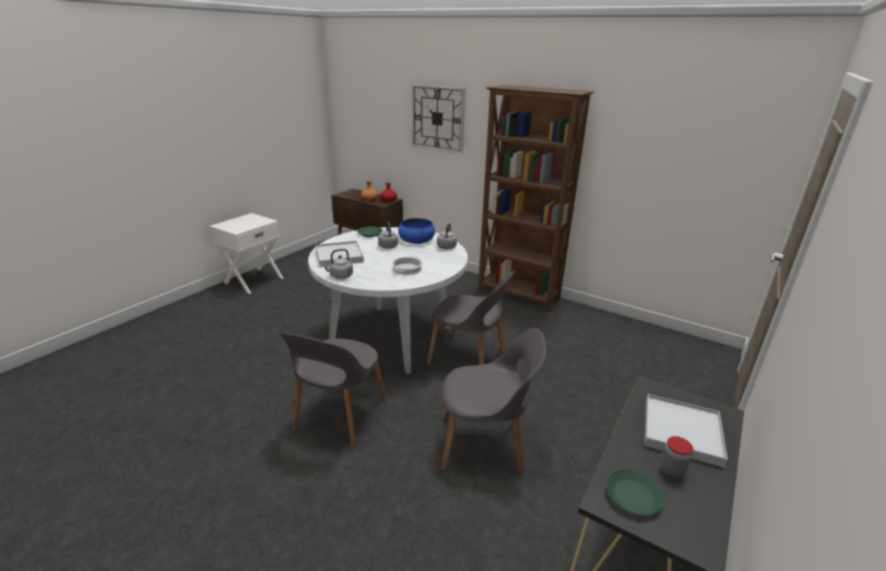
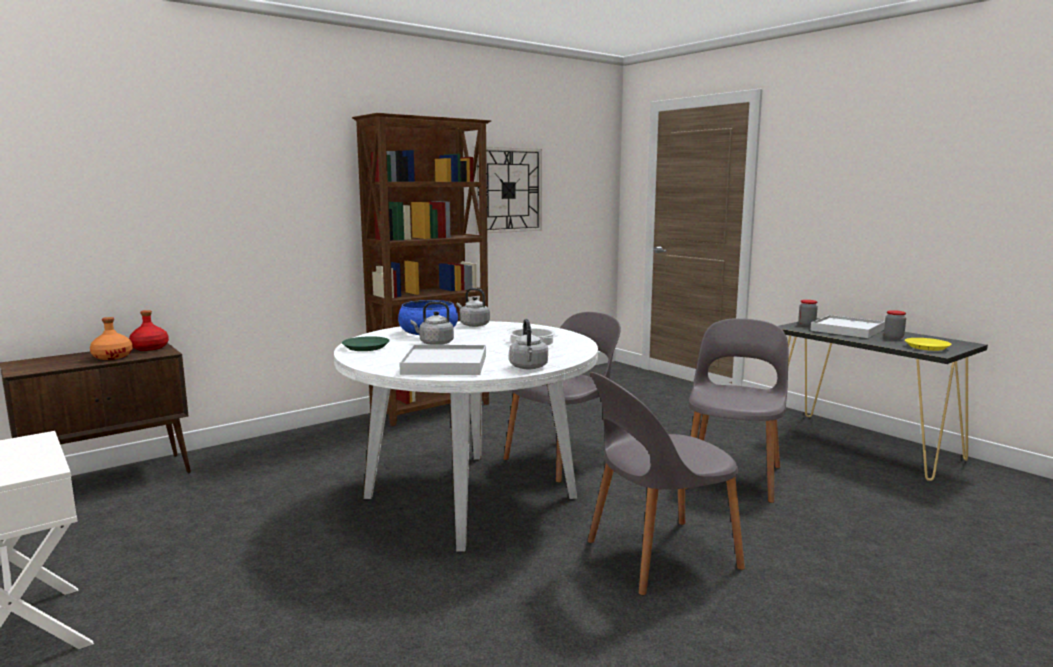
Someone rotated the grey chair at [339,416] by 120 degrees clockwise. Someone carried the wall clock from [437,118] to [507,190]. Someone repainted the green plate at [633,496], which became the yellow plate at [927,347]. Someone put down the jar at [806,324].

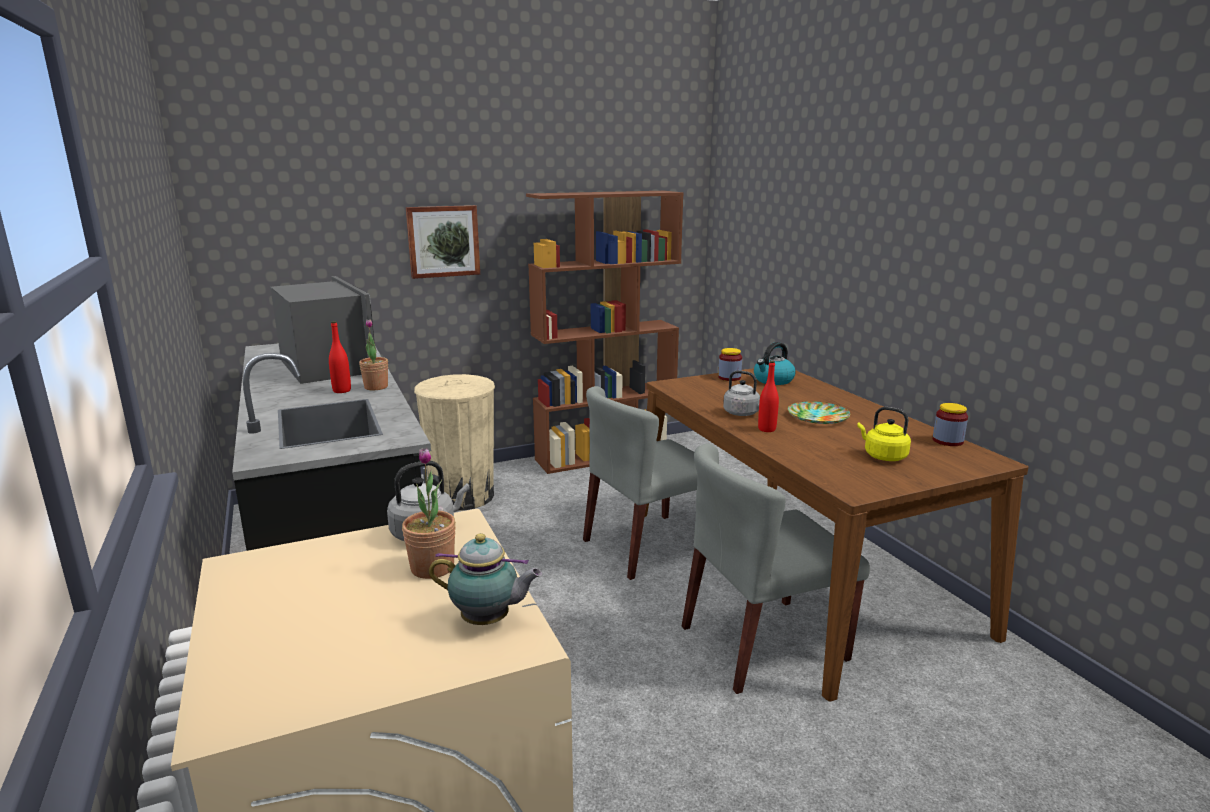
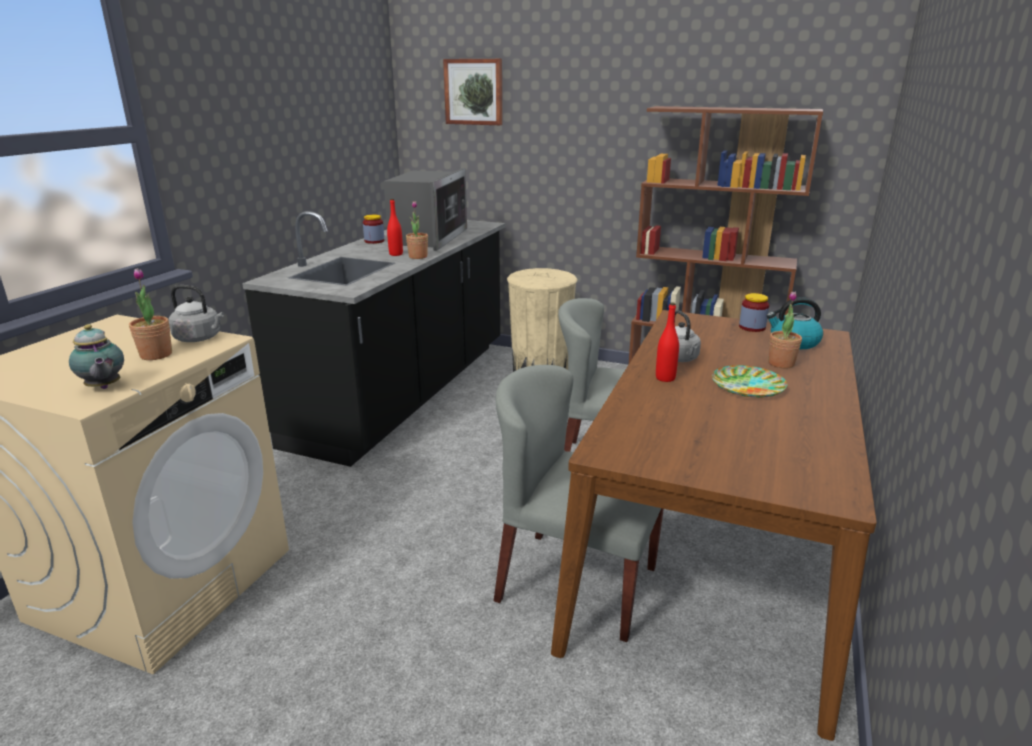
Someone carried the picture from [443,241] to [474,92]. Someone took away the yellow kettle at [883,456]. Someone carried the jar from [947,441] to [374,241]. Someone put down the potted plant at [781,364].

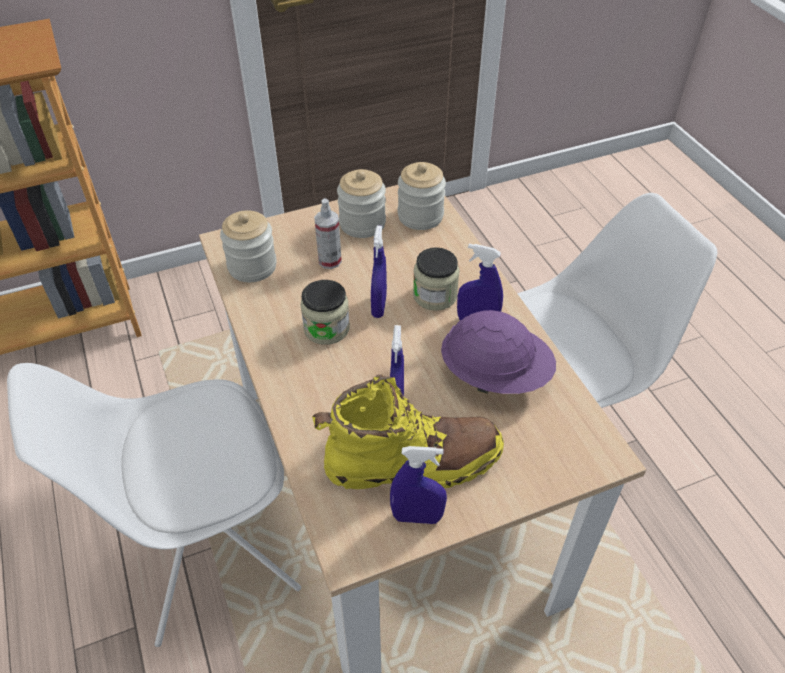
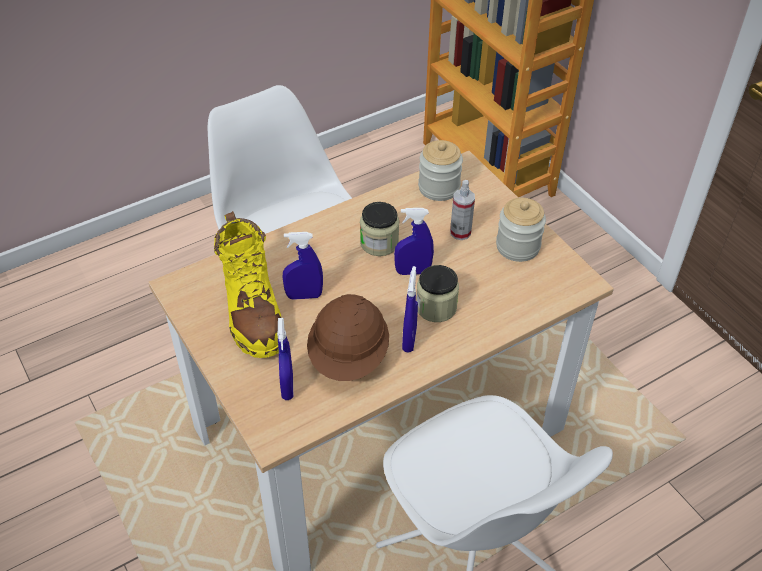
Someone carried the blue spray bottle from [417,517] to [287,386]. Someone took away the jar at [420,216]. Someone repainted the purple hard hat at [495,374], which became the brown hard hat at [349,356].

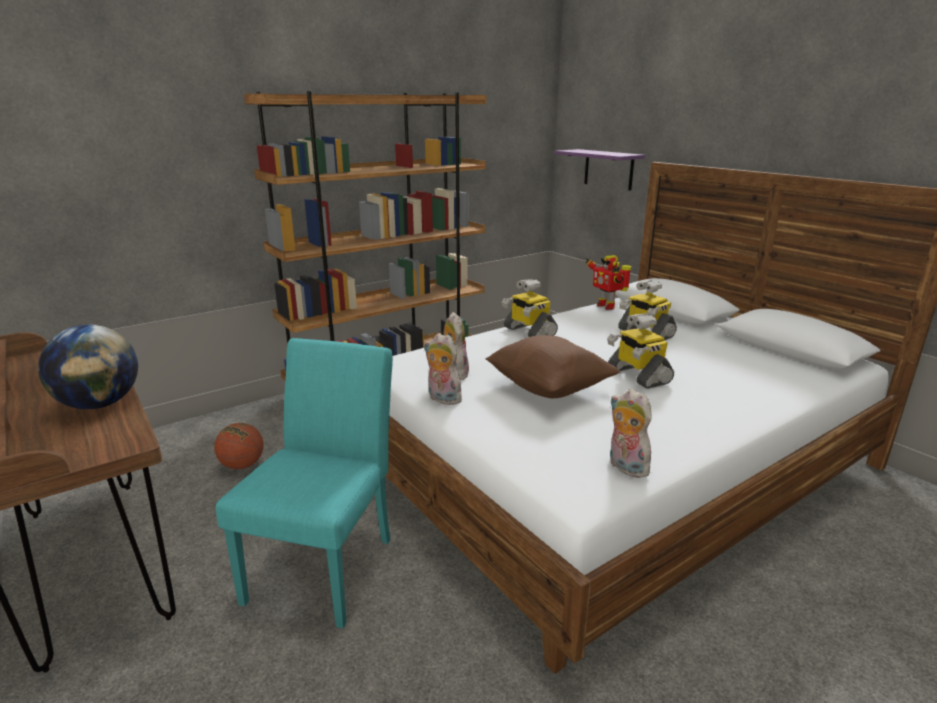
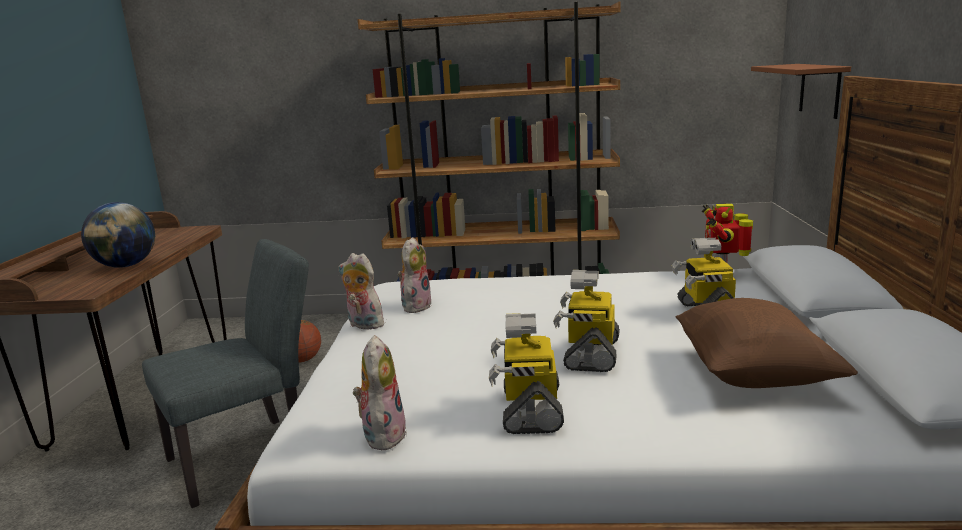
Someone repainted the turquoise chair at [327,562], which became the grey chair at [251,455]. Someone rotated the plush toy at [442,399] by 45 degrees counterclockwise. Someone carried the brown pillow from [549,388] to [752,375]. Someone carried the toy robot from [528,331] to [530,409]. Someone repainted the purple shelf at [608,169], which became the brown shelf at [820,90].

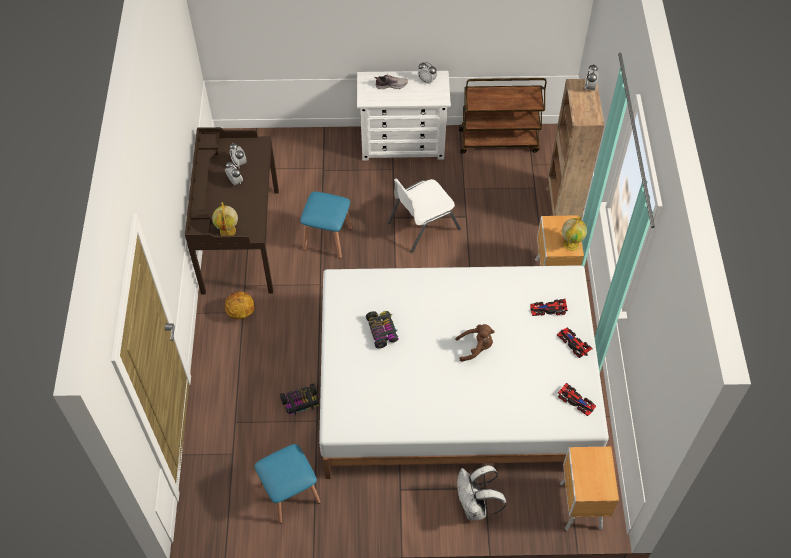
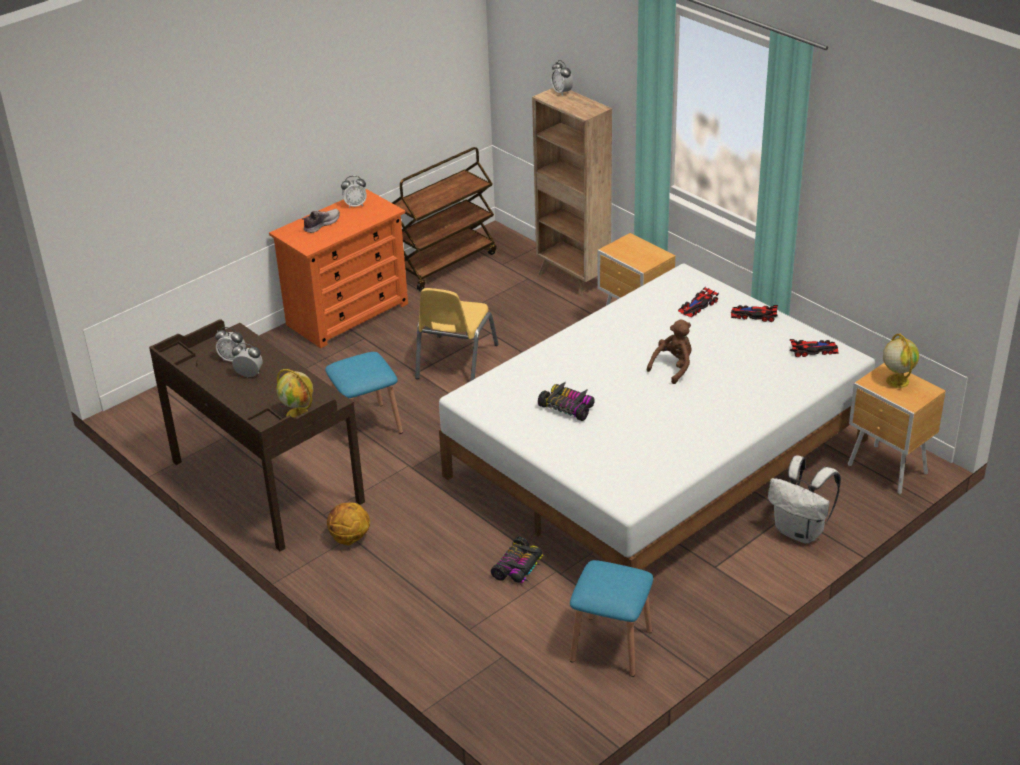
Someone repainted the white dresser at [403,143], which became the orange dresser at [348,314]. Someone repainted the white chair at [423,225], which became the yellow chair at [455,362]. Someone carried the globe from [571,243] to [897,381].

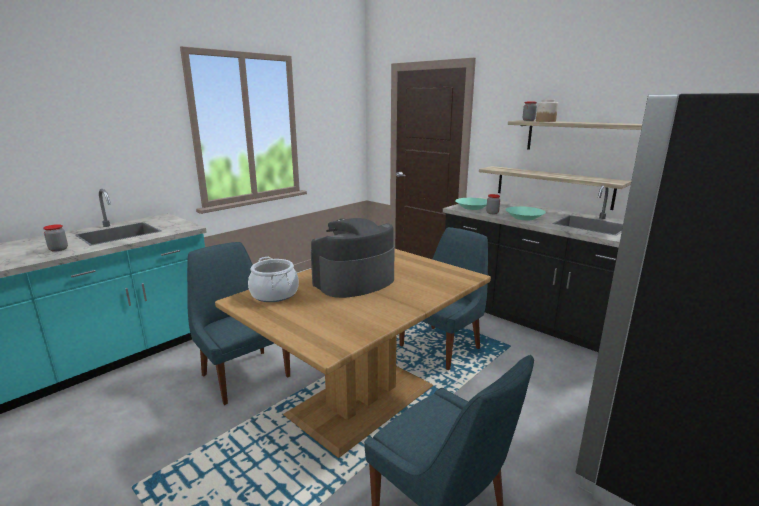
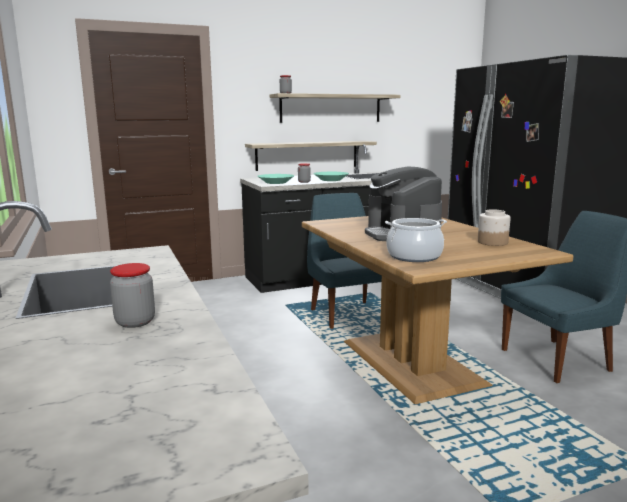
Someone took away the blue chair at [244,374]. Someone carried the jar from [545,121] to [492,242].

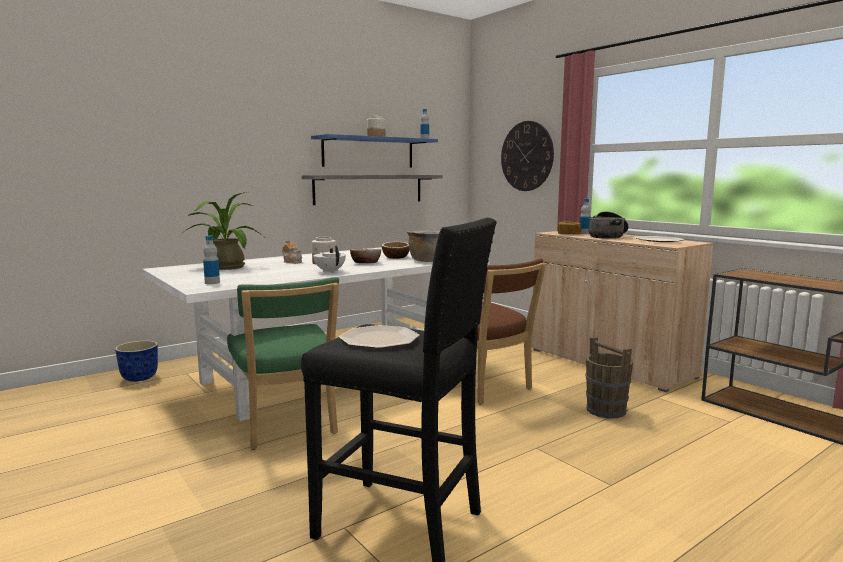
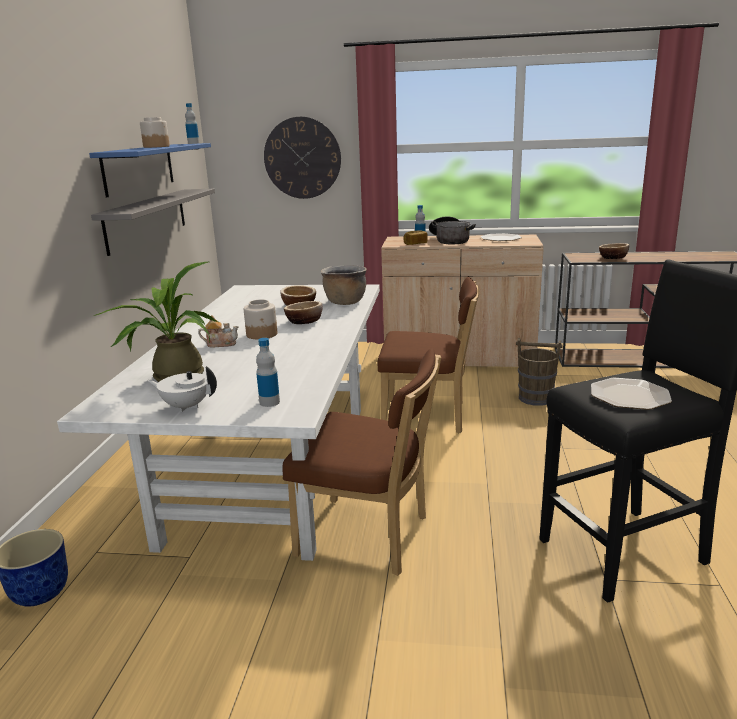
Someone repainted the green chair at [286,426], which became the brown chair at [369,537]. Someone carried the white teapot from [330,271] to [186,406]. Someone put down the bowl at [613,258].

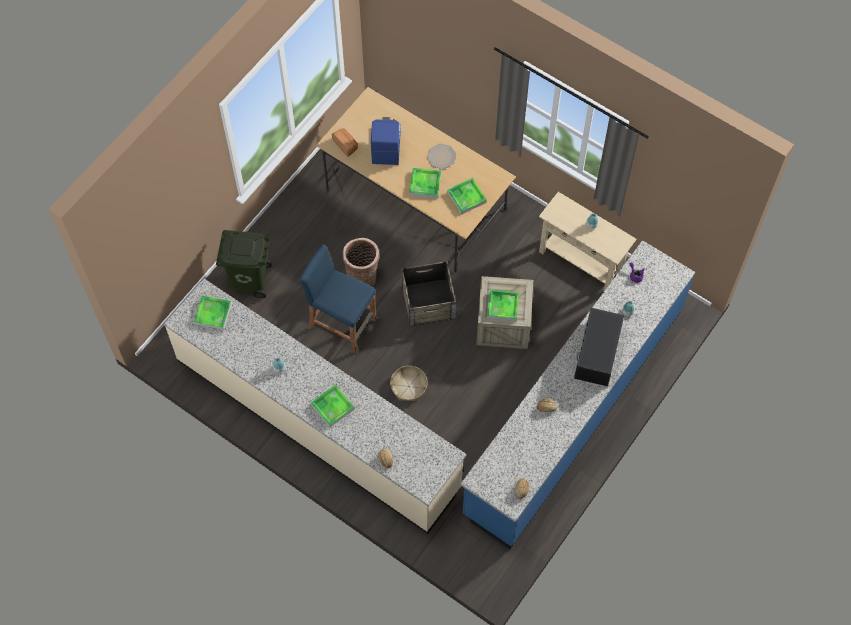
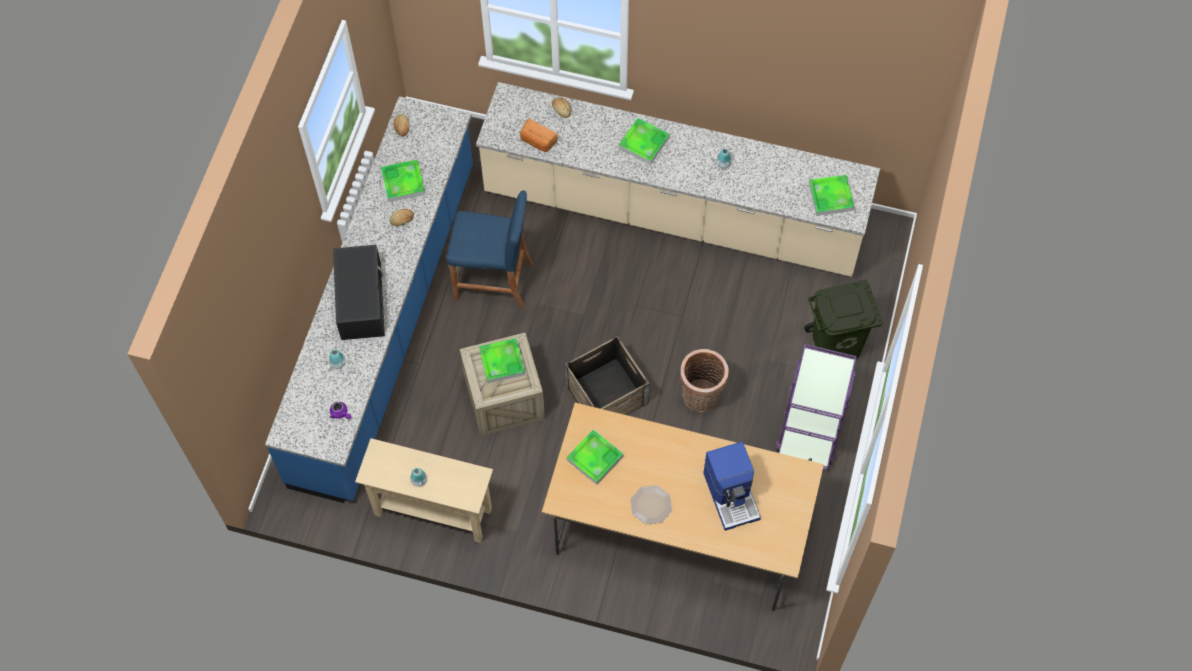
Someone carried the blue stool from [342,324] to [493,281]. Someone carried the bread from [346,145] to [537,141]. Someone took away the basket at [408,386]. Someone carried the tray from [425,184] to [403,182]. Someone put down the purple cart at [811,426].

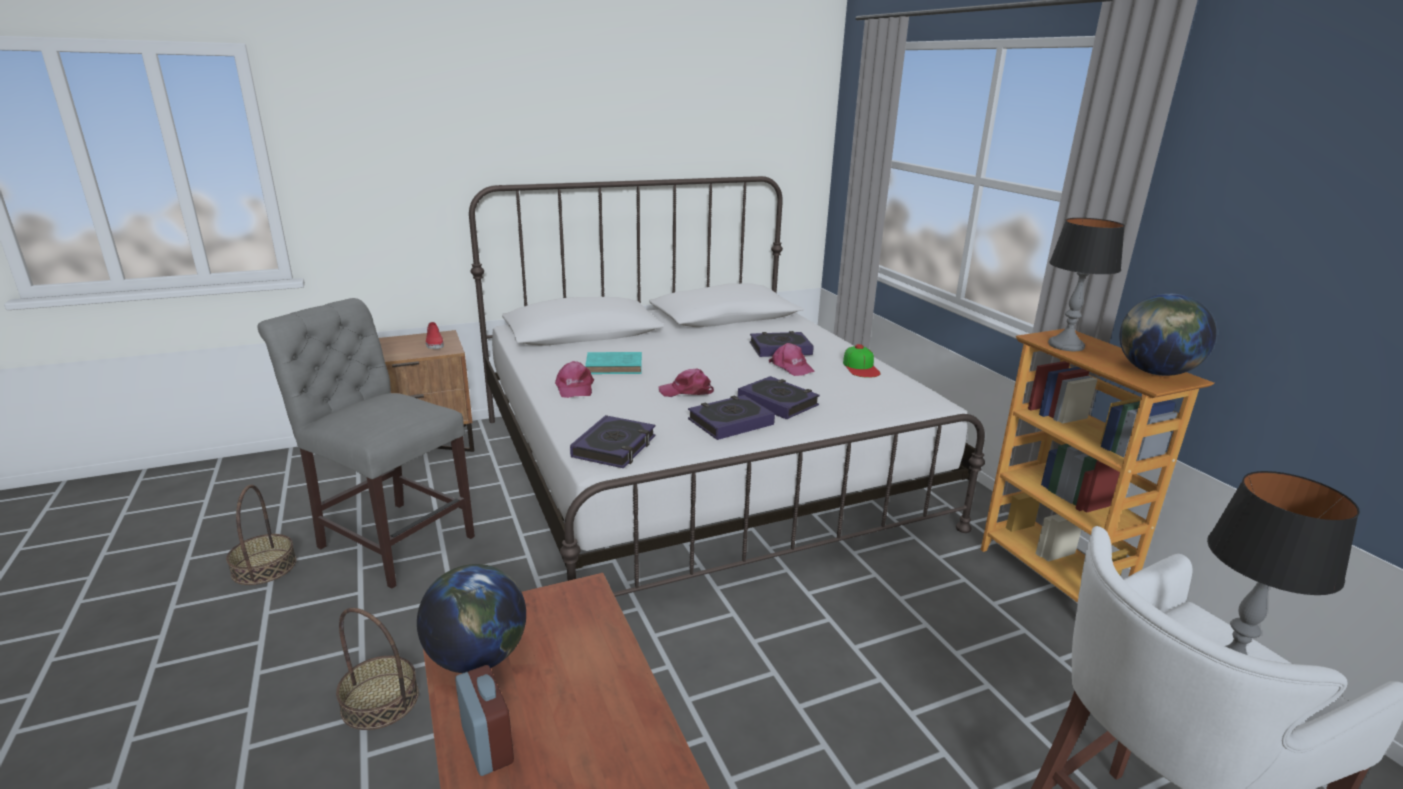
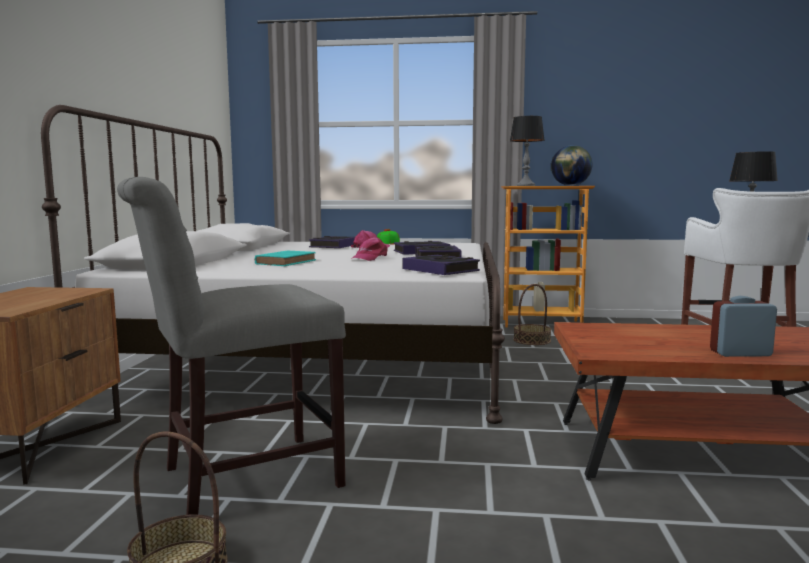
Someone carried the basket from [380,701] to [532,340]. Someone took away the globe at [478,657]. Someone took away the red shoe at [434,342]. Someone took away the pink cap at [574,388].

